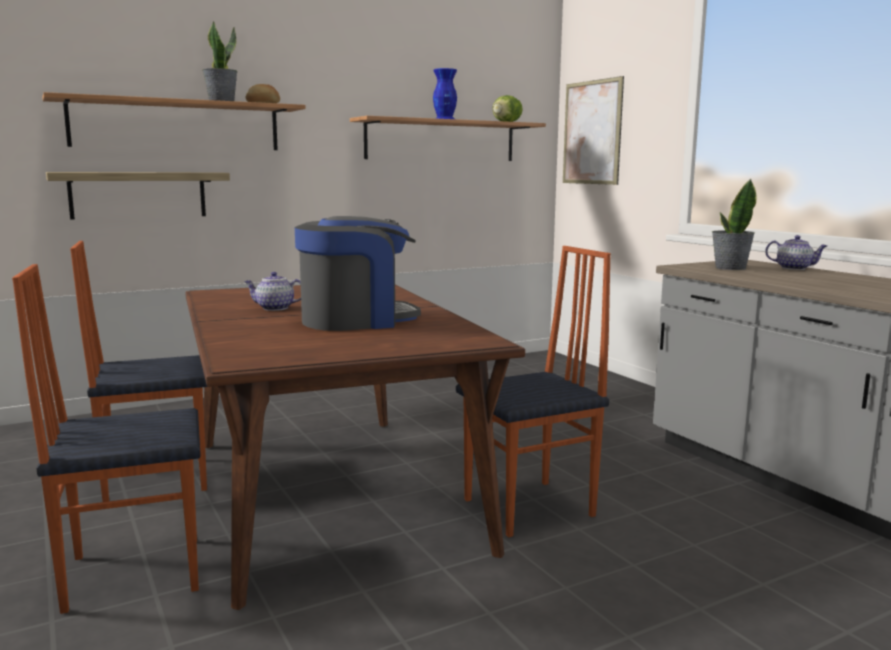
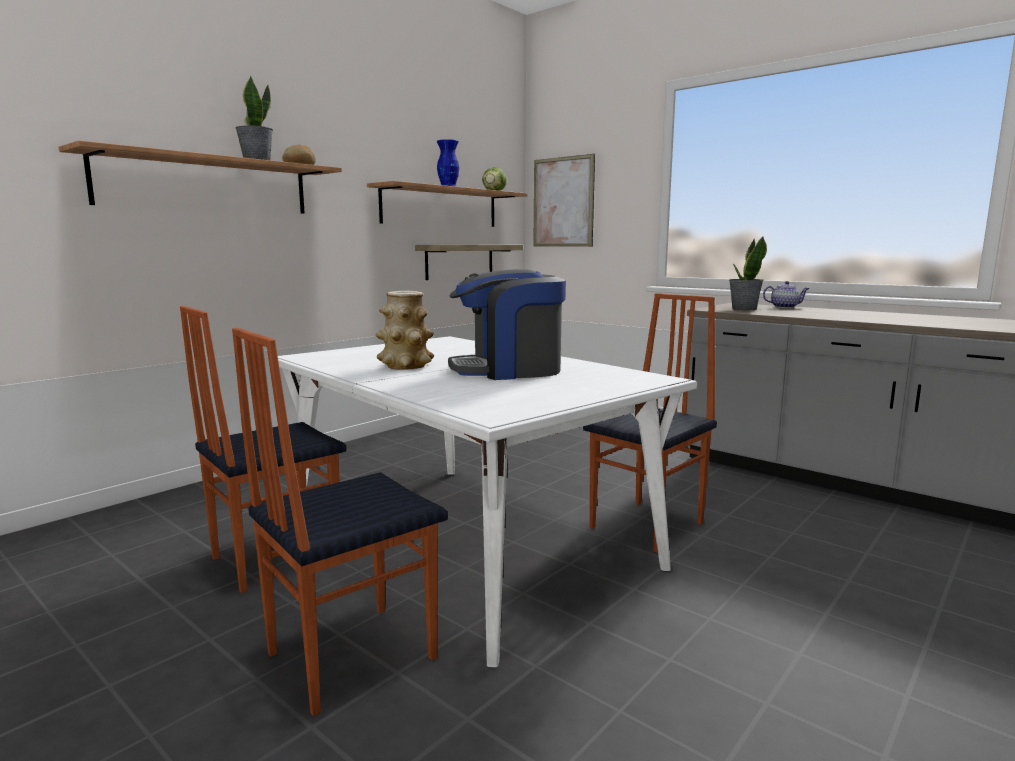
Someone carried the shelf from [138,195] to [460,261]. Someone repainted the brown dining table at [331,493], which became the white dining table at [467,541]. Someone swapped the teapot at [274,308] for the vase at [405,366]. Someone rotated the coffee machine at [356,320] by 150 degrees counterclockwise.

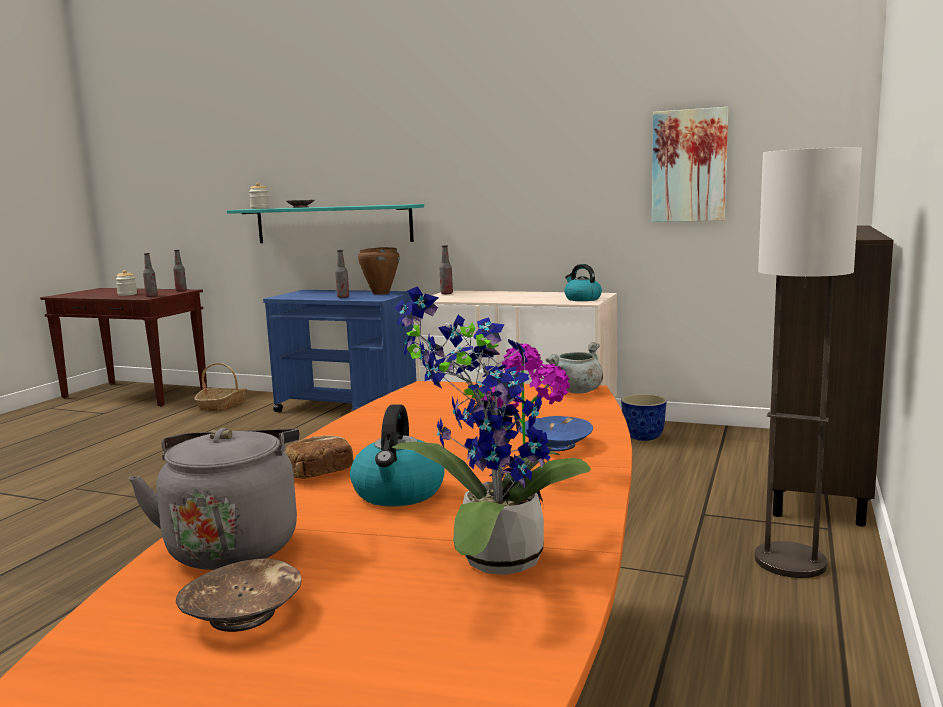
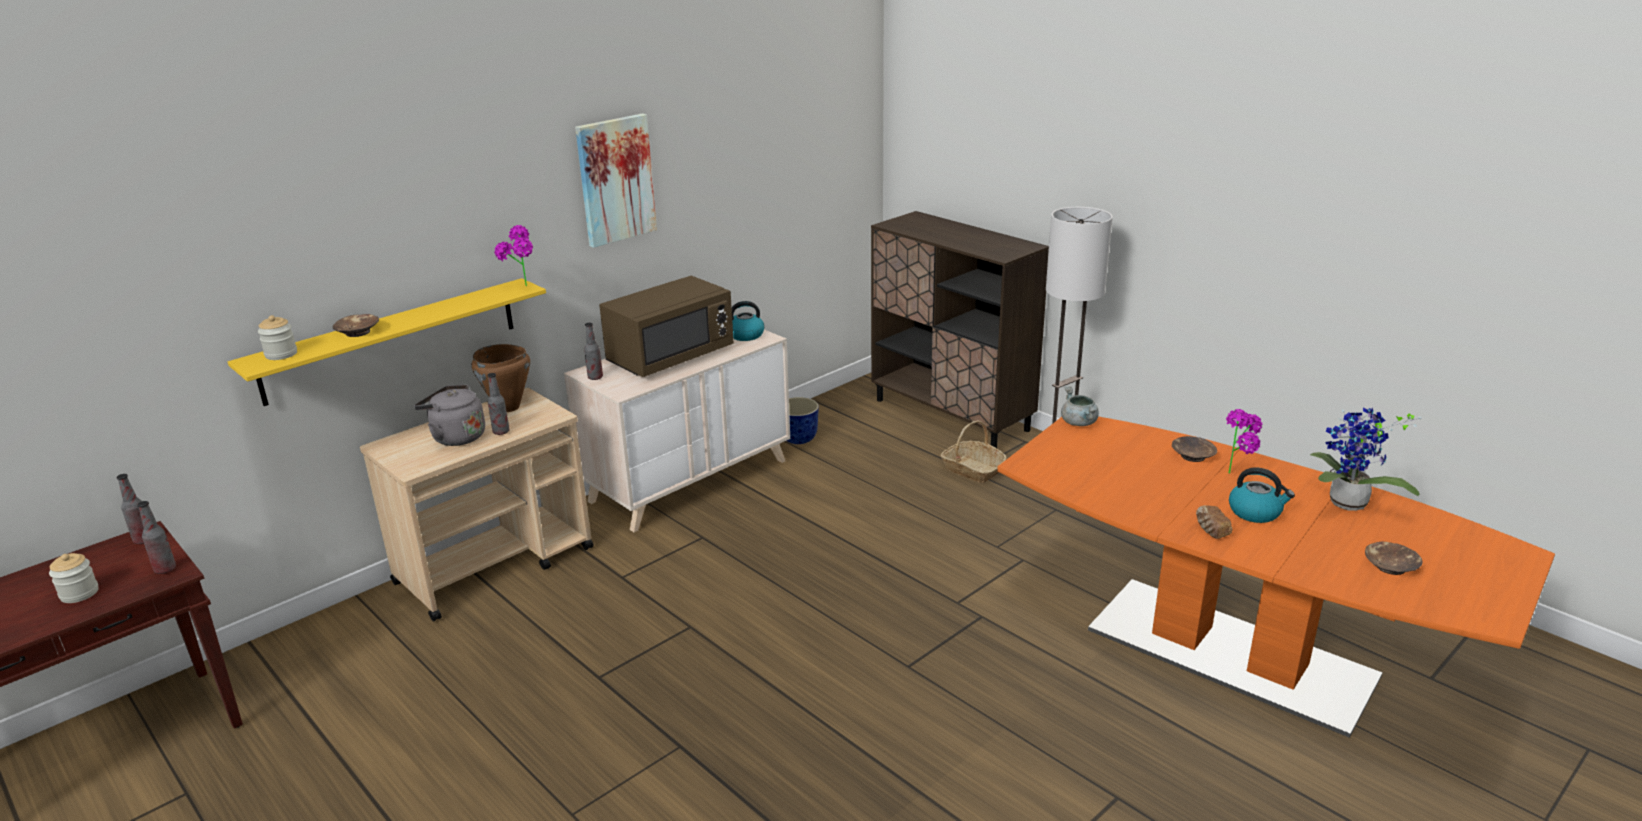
Someone carried the grey kettle from [234,545] to [456,437]. Someone carried the basket from [222,405] to [972,469]. Someone repainted the turquoise shelf at [332,224], which became the yellow shelf at [391,340]. Someone repainted the blue cart at [349,408], which became the beige cart at [496,565]. Someone repainted the blue bowl at [554,444], which became the brown bowl at [1192,456]. Someone carried the picture from [689,166] to [615,180]. Someone put down the potted plant at [522,288]. Someone put down the brown microwave at [671,357].

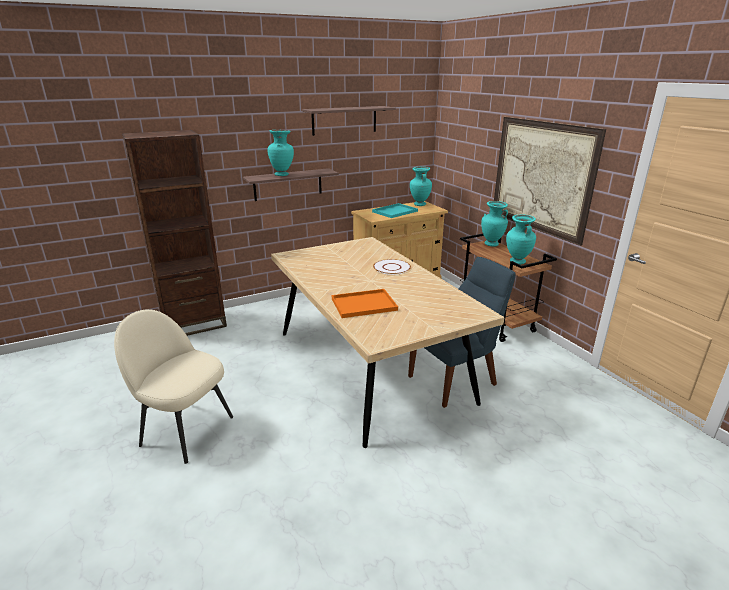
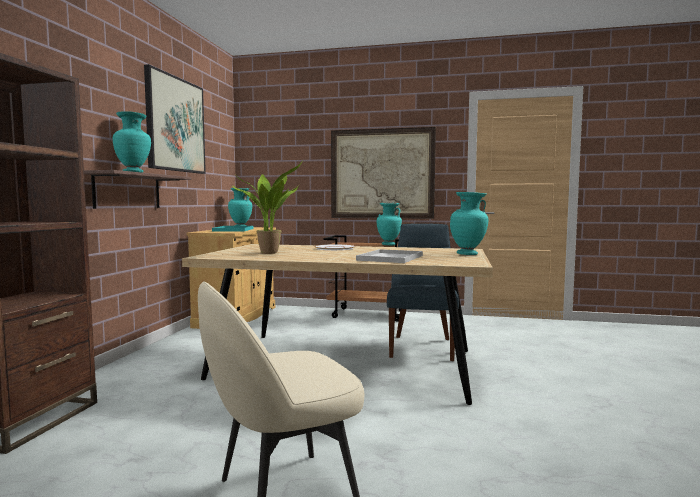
Someone swapped the shelf at [344,120] for the picture at [175,124]. Someone repainted the orange tray at [365,304], which became the white tray at [390,257]. Someone carried the turquoise vase from [491,244] to [468,254]. Someone put down the potted plant at [271,253].

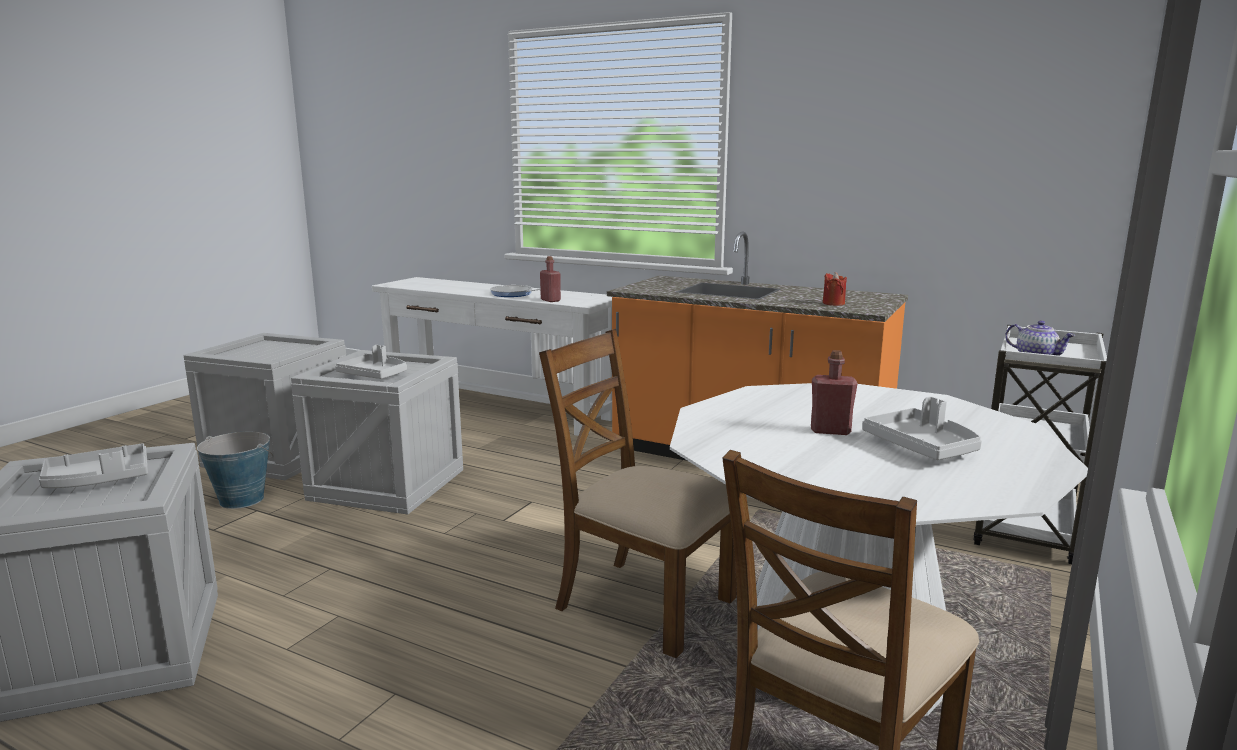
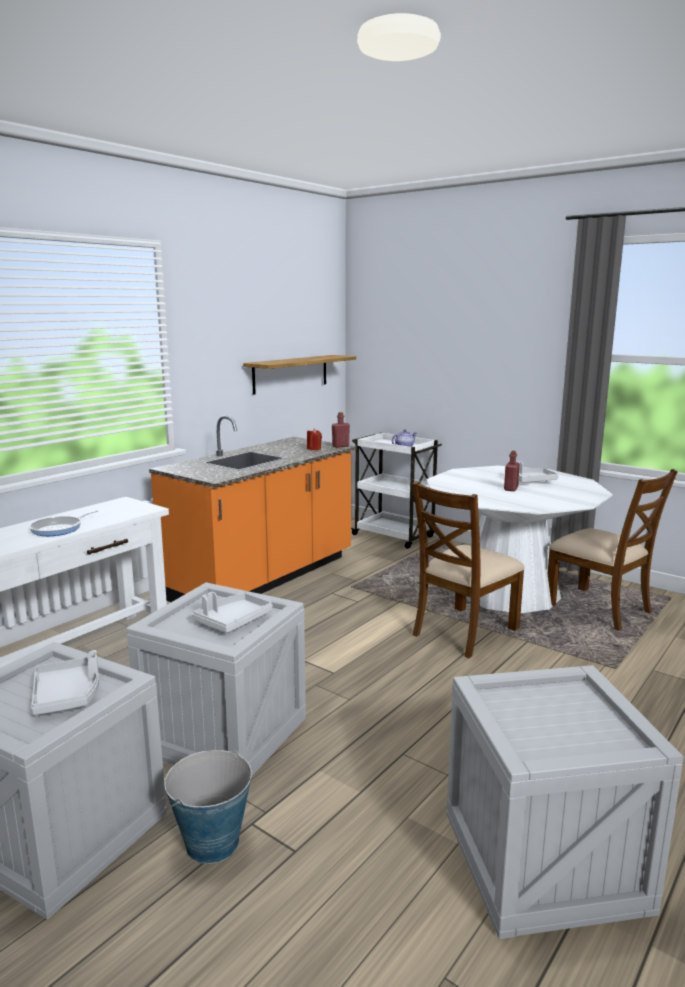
Someone carried the grey tray from [99,480] to [68,695]. Someone carried the red bottle from [550,300] to [340,446]. Someone put up the shelf at [291,373].

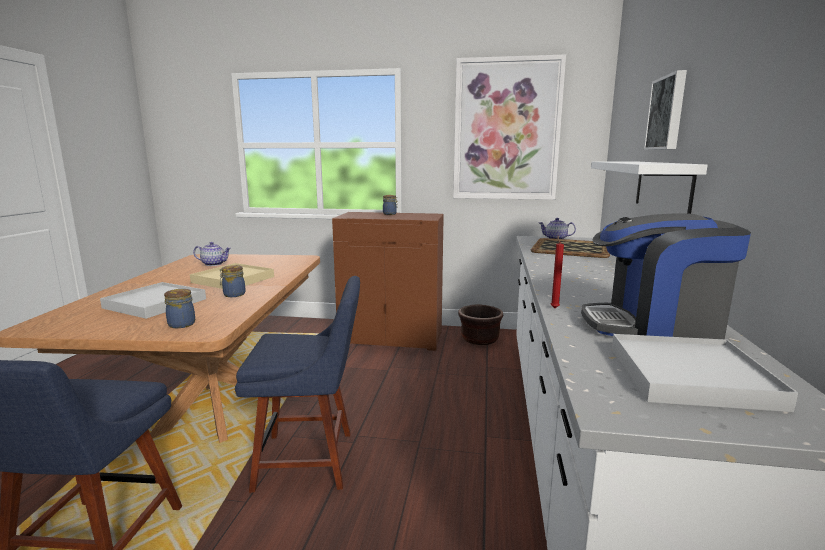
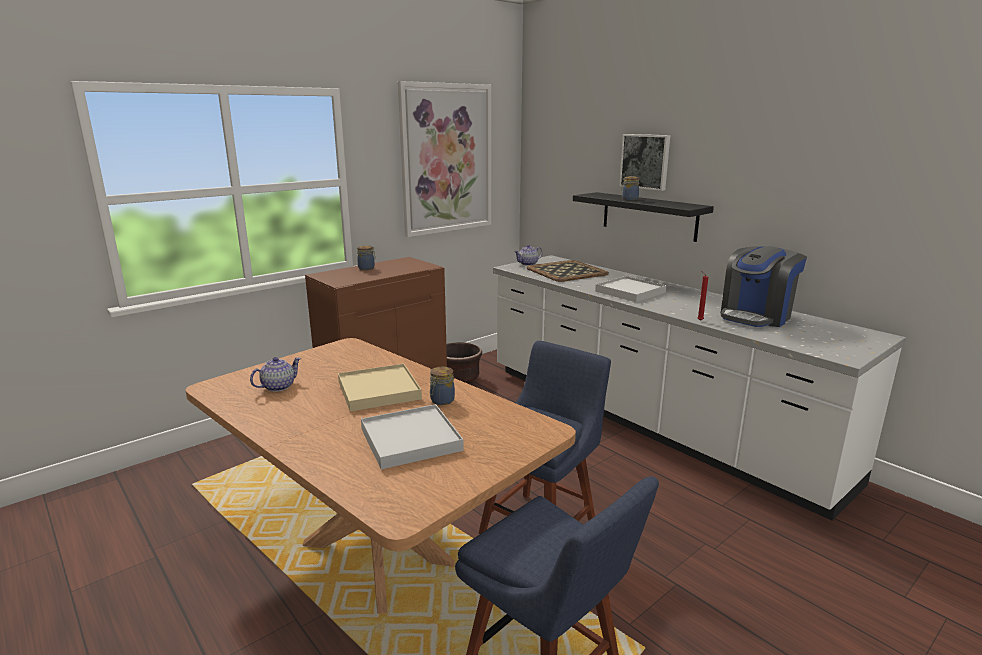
Someone carried the jar from [182,324] to [629,199]. Someone repainted the white shelf at [662,186], which became the black shelf at [649,216]. Someone carried the white tray from [689,376] to [630,292].

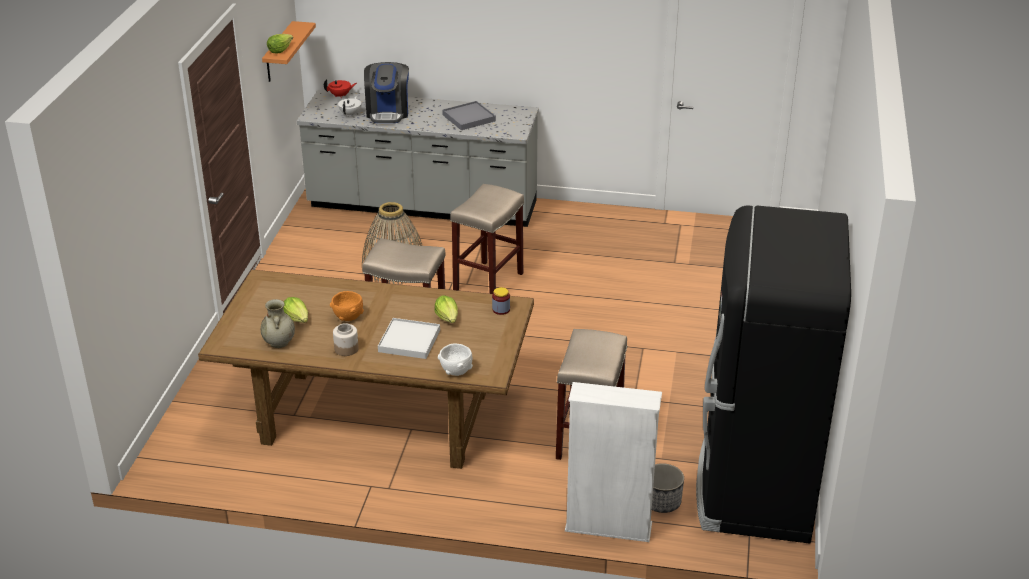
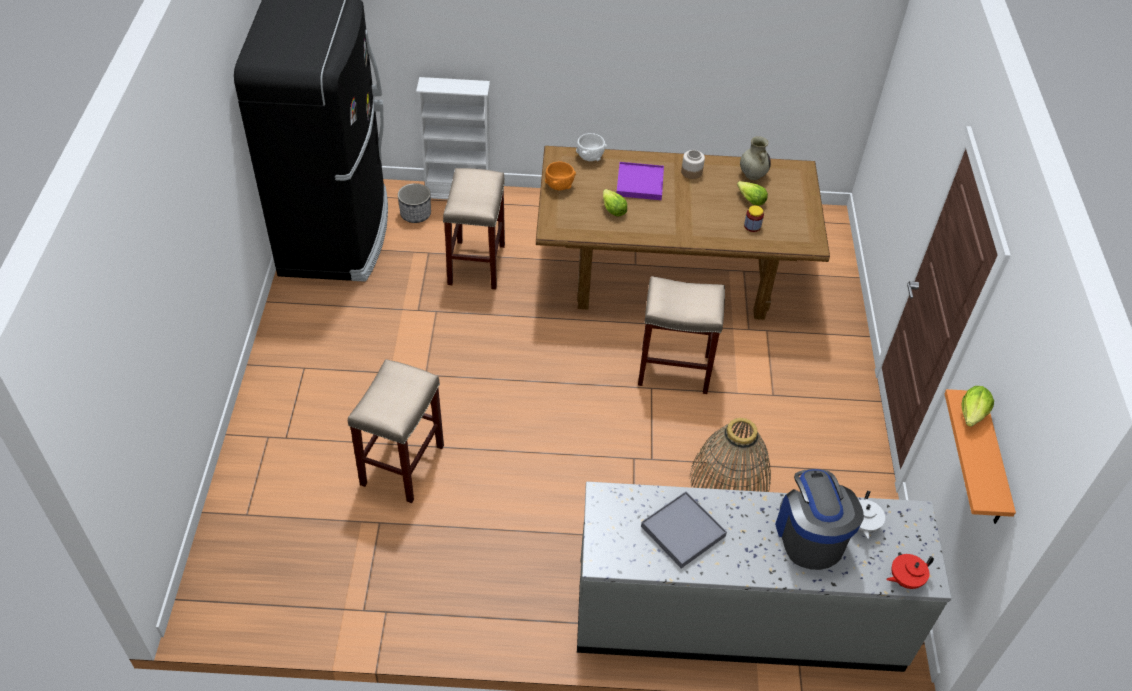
Someone carried the orange bowl from [348,317] to [559,186]. Someone repainted the white tray at [409,341], which became the purple tray at [639,183]. Someone carried the beige stool from [488,281] to [402,466]. Someone carried the jar from [501,309] to [752,226].

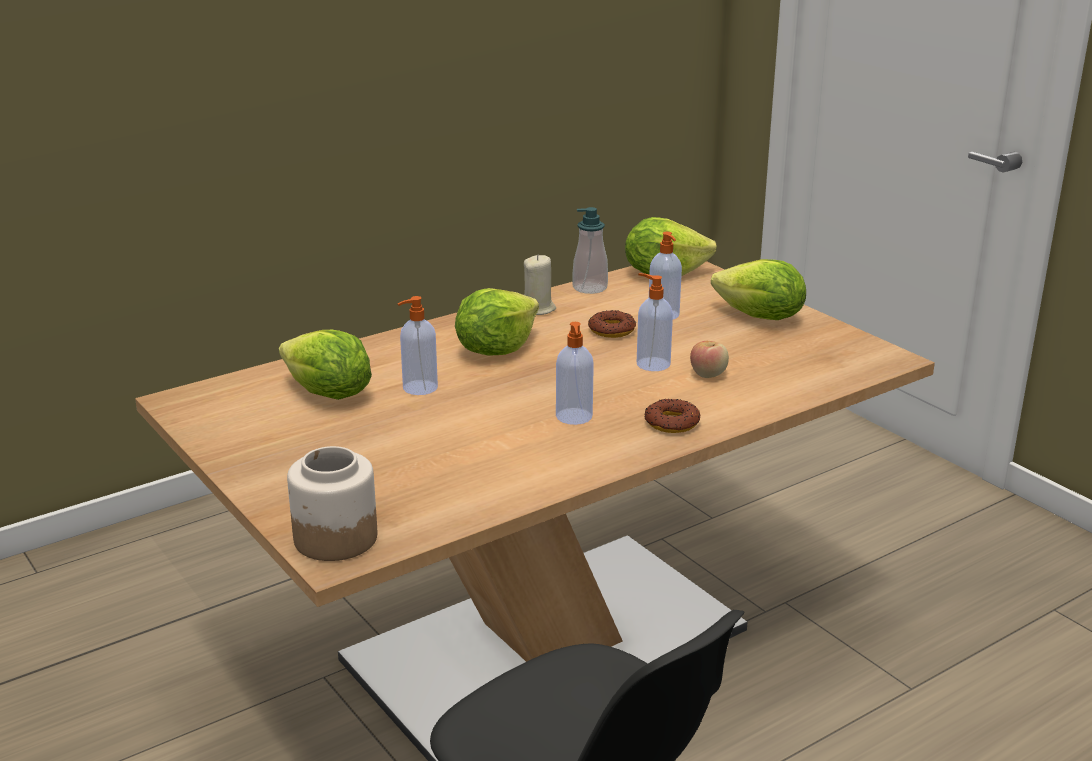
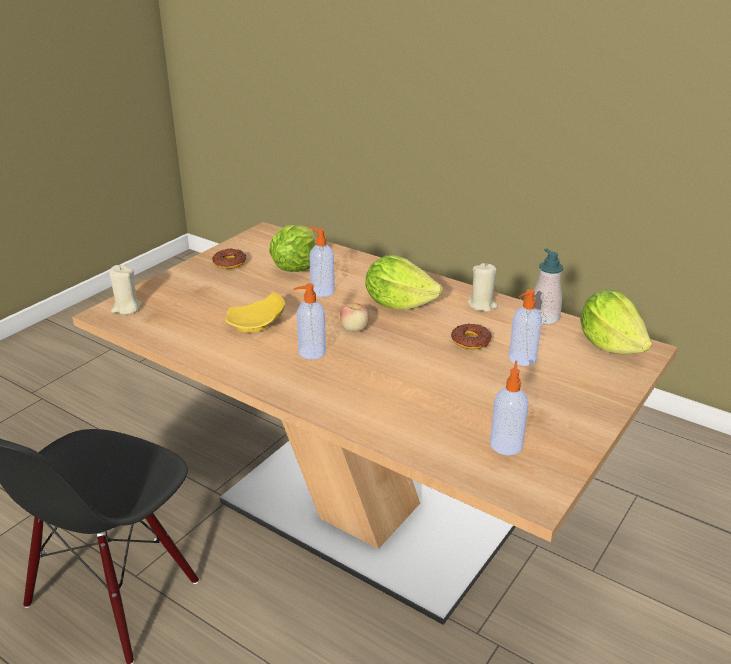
Someone swapped the jar at [335,538] for the beige candle at [126,308]. Someone carried the soap dispenser from [652,364] to [506,444]. Someone carried the donut from [671,423] to [230,263]. Someone carried the apple from [708,374] to [354,329]. Someone took away the lettuce at [760,317]. Someone put down the yellow plate at [257,324].

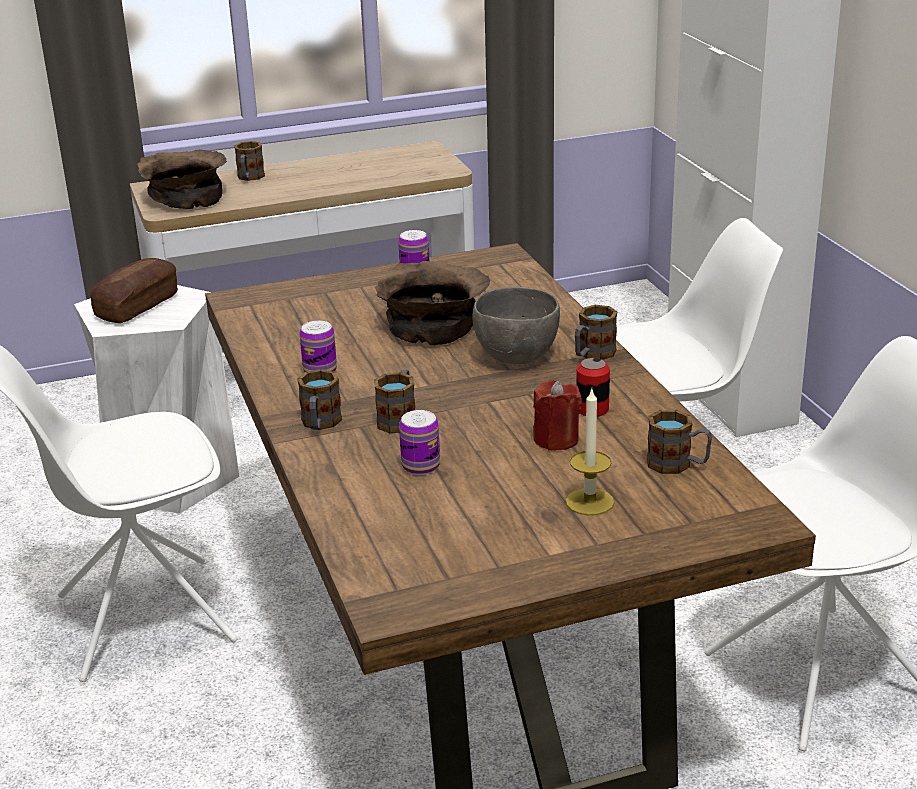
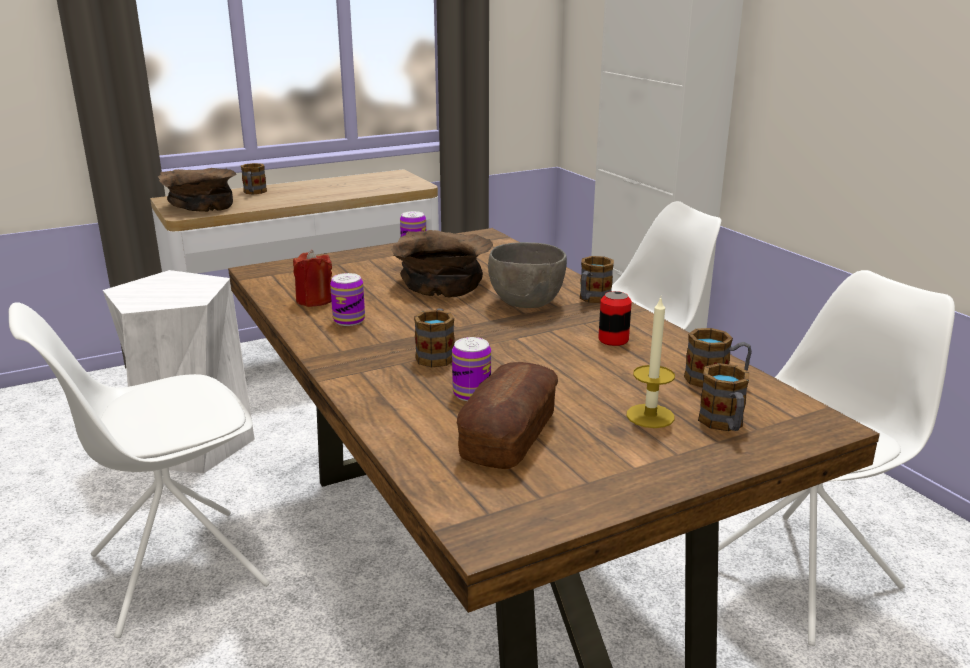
Someone carried the bread from [137,306] to [509,436]. Someone carried the mug from [320,424] to [724,424]. Someone carried the red candle from [556,439] to [314,300].

